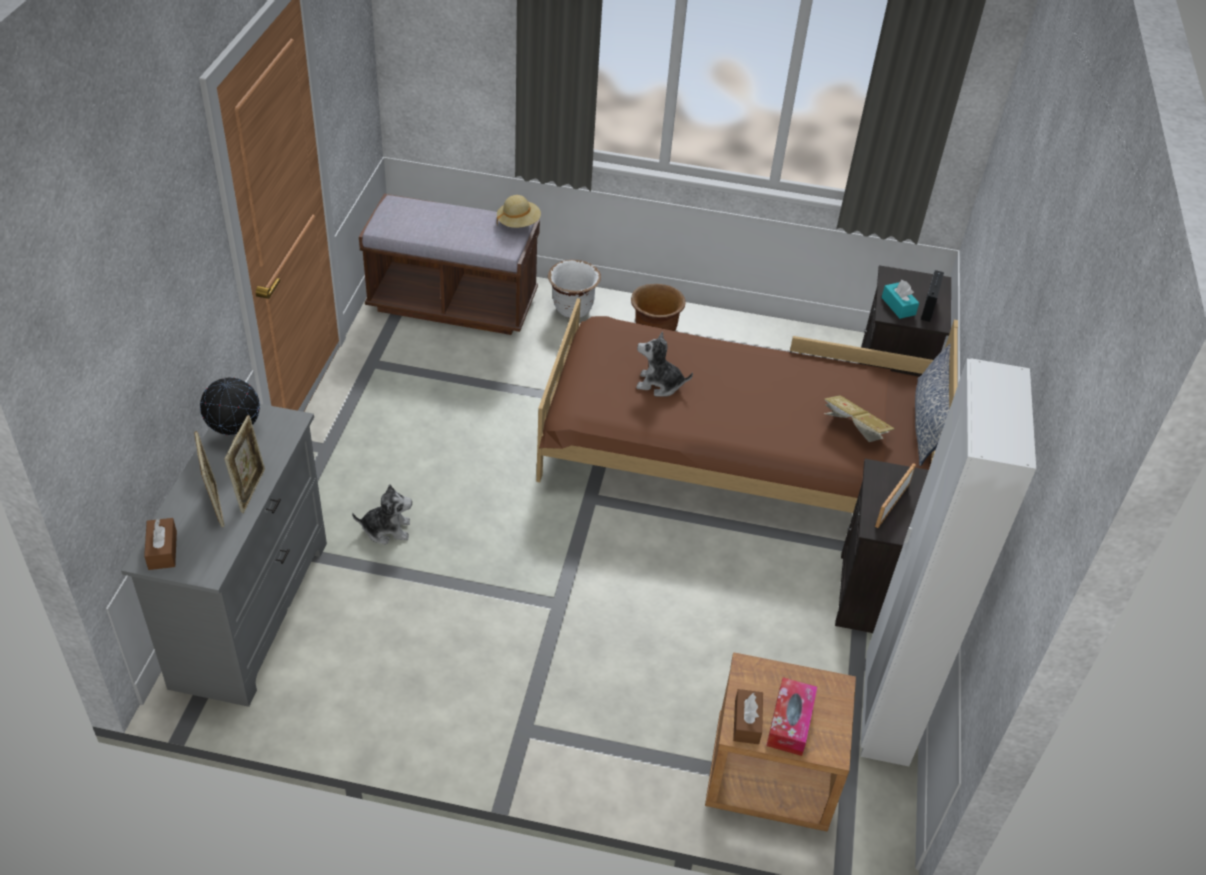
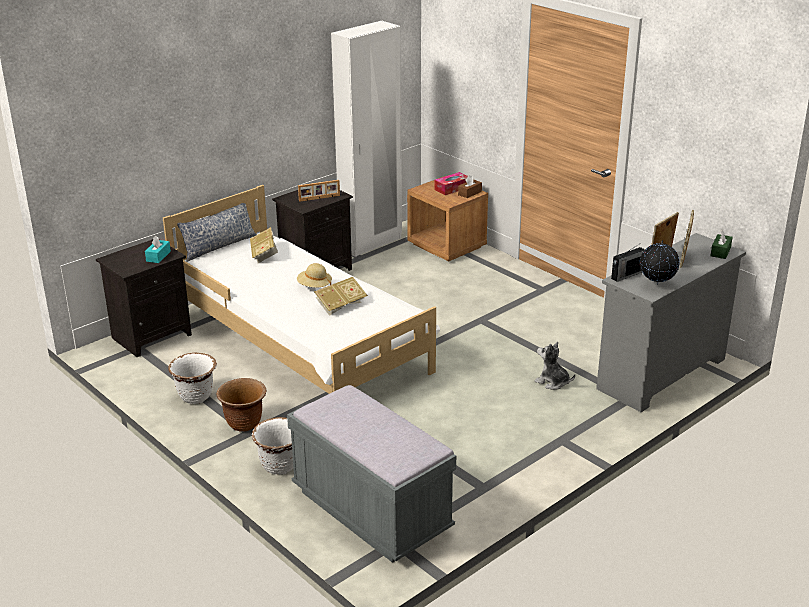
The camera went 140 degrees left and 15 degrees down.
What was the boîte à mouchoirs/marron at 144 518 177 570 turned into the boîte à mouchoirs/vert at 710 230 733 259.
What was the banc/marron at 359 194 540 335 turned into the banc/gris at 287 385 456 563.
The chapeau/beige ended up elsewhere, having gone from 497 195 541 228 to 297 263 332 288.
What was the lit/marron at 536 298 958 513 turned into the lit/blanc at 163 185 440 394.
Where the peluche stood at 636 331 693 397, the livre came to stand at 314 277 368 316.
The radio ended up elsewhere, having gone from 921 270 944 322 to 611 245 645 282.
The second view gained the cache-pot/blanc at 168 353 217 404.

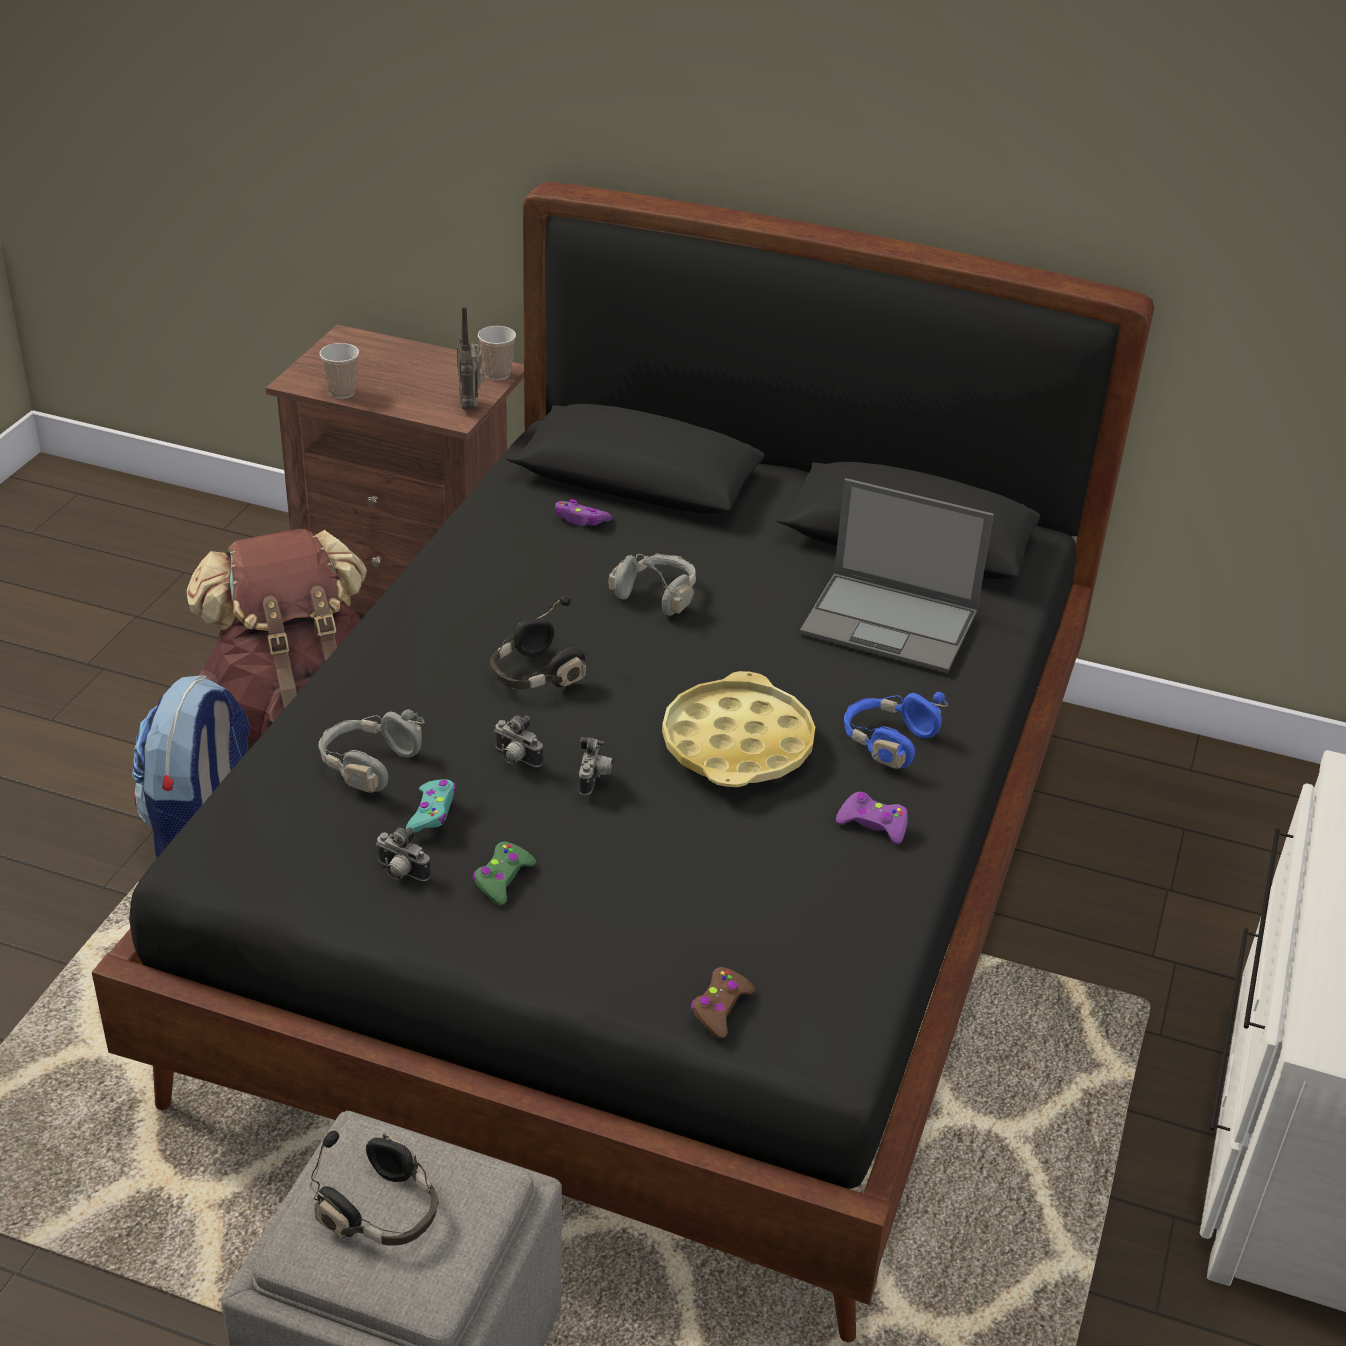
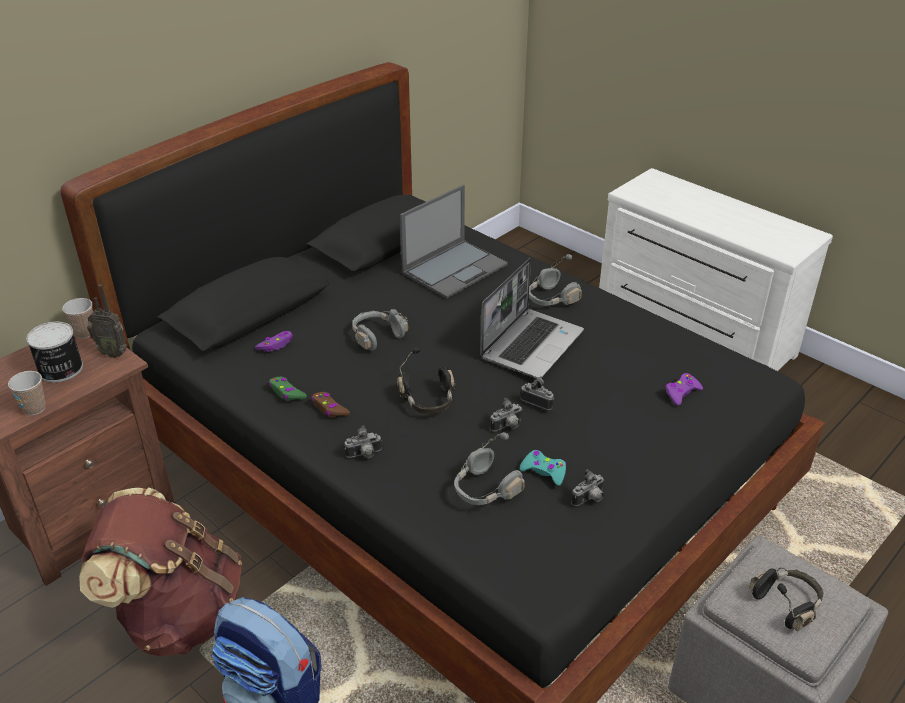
The camera went 65 degrees left and 0 degrees up.
The manette/vert ended up elsewhere, having gone from 473 841 536 905 to 269 377 307 401.
Where the plateau/jaune stood at 662 671 815 787, the ordinateur portable came to stand at 480 258 584 378.
The manette/marron ended up elsewhere, having gone from 691 967 755 1039 to 312 392 350 417.
The manette/violet ended up elsewhere, having gone from 836 792 908 844 to 665 373 703 406.
What was the casque audio/bleu at 844 692 948 769 turned into the casque audio/gris at 529 254 582 306.
The second view gained the boîte métallique at 26 322 83 383.
The second view gained the appareil photo at 344 425 382 458.

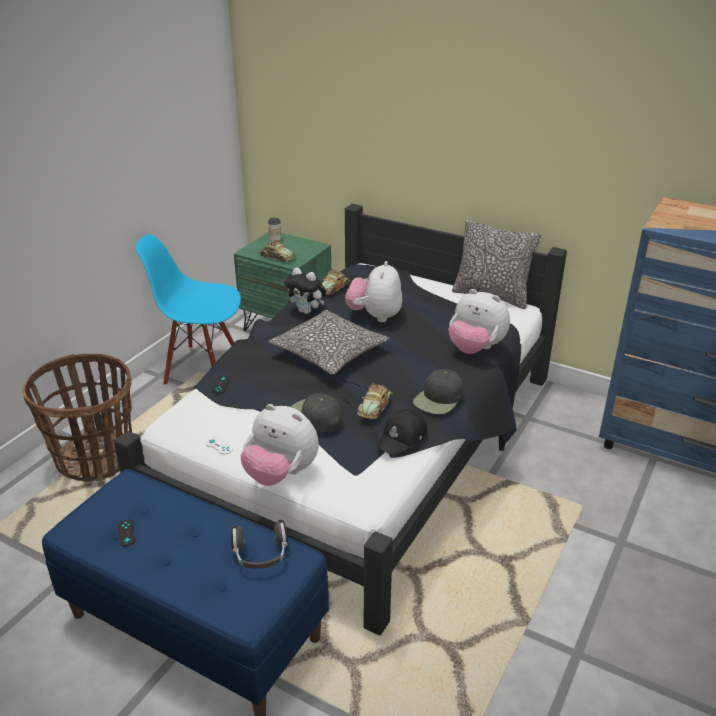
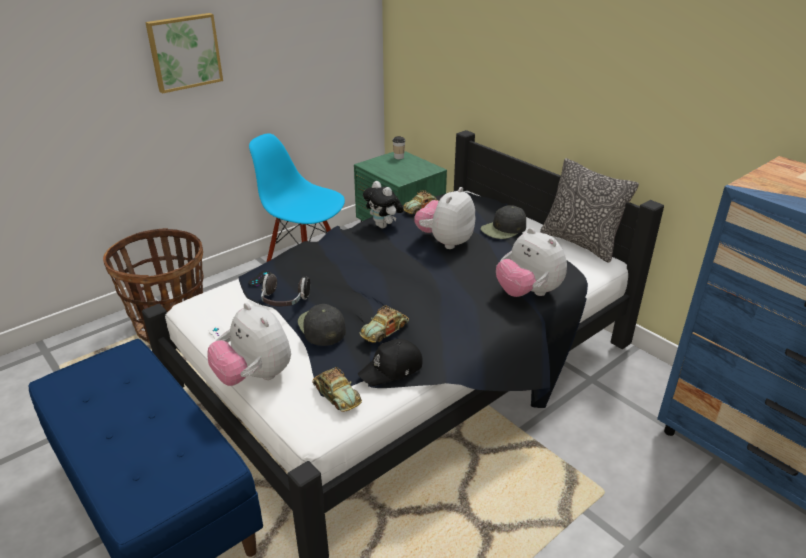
The camera went 20 degrees right and 0 degrees up.
The second view lost the manette/noir at 118 520 135 547.
The casque audio ended up elsewhere, having gone from 231 519 288 569 to 261 273 310 306.
The petite voiture ended up elsewhere, having gone from 259 240 296 262 to 312 367 362 412.
The second view lost the coussin at 268 310 389 375.
The casquette/noir ended up elsewhere, having gone from 413 369 463 414 to 481 205 526 239.
The second view gained the tableau at 145 13 223 93.

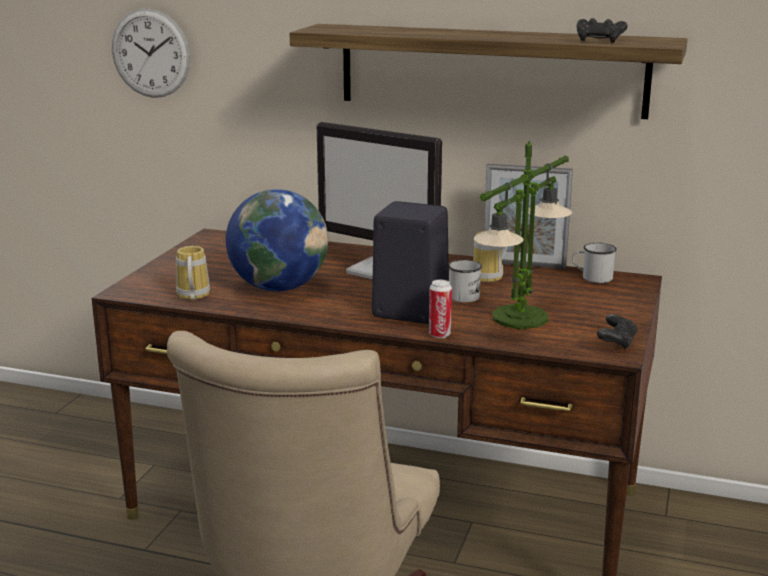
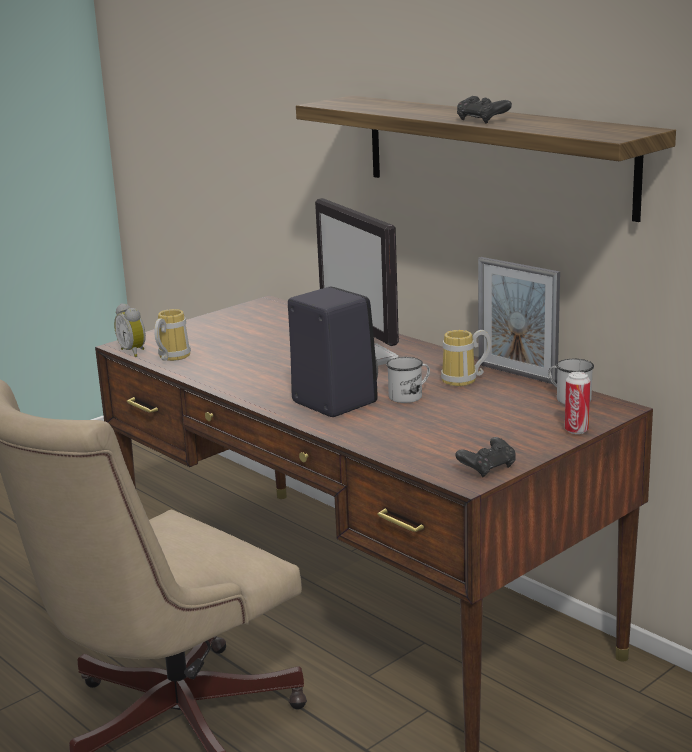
The camera went 30 degrees right and 0 degrees up.
The second view lost the horloge murale at 112 8 190 98.
The second view lost the globe at 226 189 328 291.
The boîte métallique ended up elsewhere, having gone from 429 280 452 338 to 565 372 590 434.
The second view lost the lampe de table at 474 141 572 329.
The manette/noir ended up elsewhere, having gone from 577 18 627 43 to 457 96 512 124.
The second view gained the réveil at 114 303 146 357.

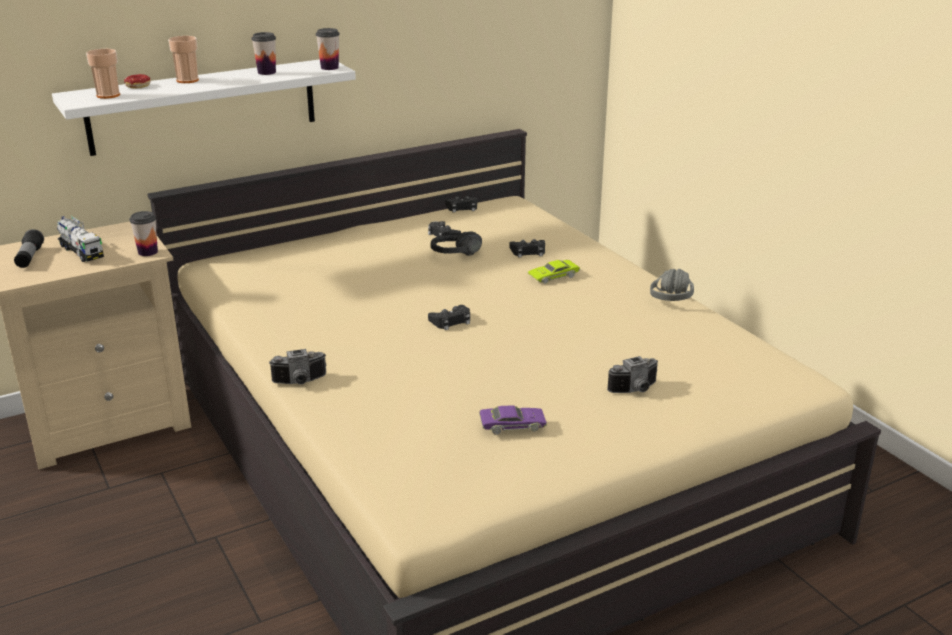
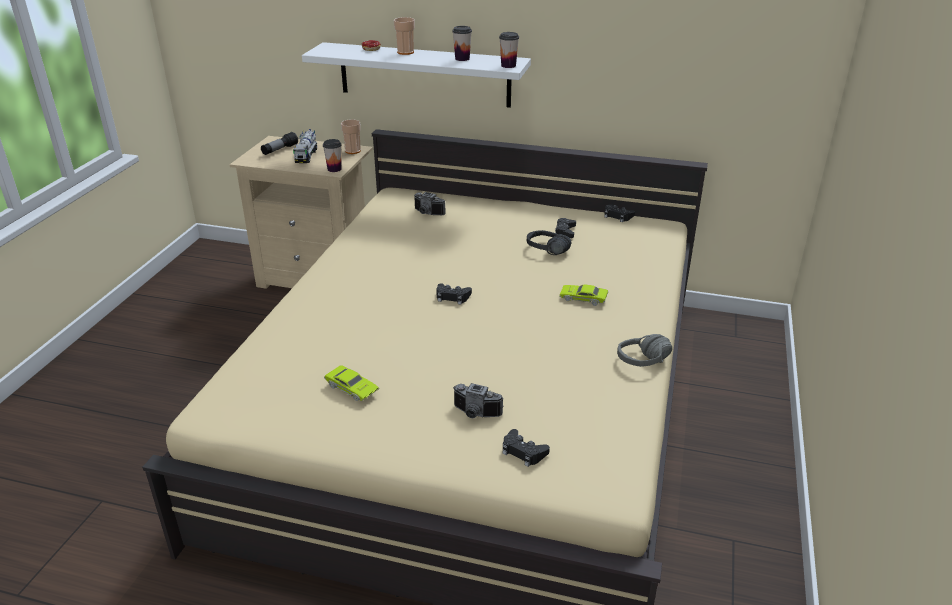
The camera went 45 degrees right and 5 degrees up.
The tasse ended up elsewhere, having gone from 86 49 120 99 to 341 119 361 154.
The appareil photo ended up elsewhere, having gone from 269 349 326 385 to 414 192 446 215.
What was the petite voiture/violet at 479 405 547 435 turned into the petite voiture/vert at 324 365 379 401.
The manette/noir ended up elsewhere, having gone from 510 239 545 257 to 502 429 550 467.

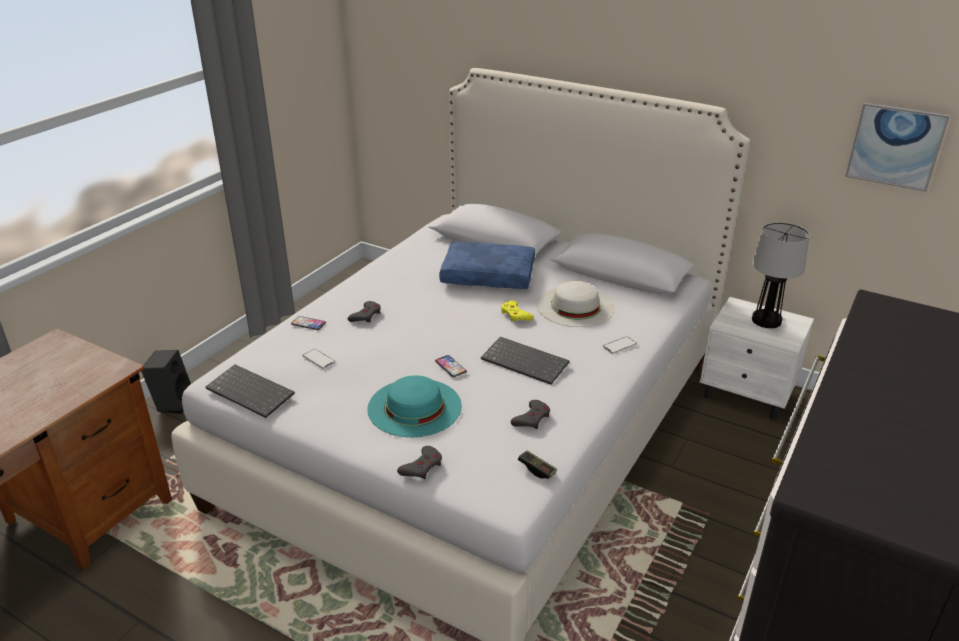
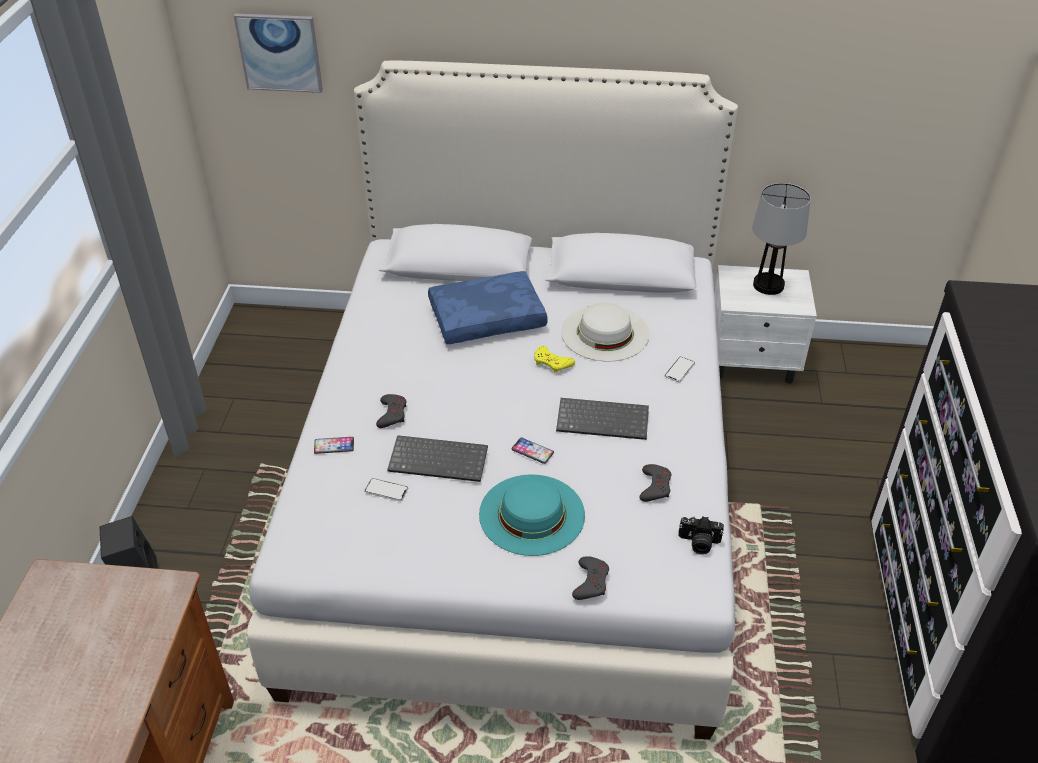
The camera went 25 degrees left and 10 degrees up.
The clavier ended up elsewhere, having gone from 206 364 295 418 to 387 435 488 482.
Where the manette stood at 518 450 557 479, the appareil photo came to stand at 679 516 724 555.
The tableau ended up elsewhere, having gone from 845 103 950 192 to 234 14 323 93.

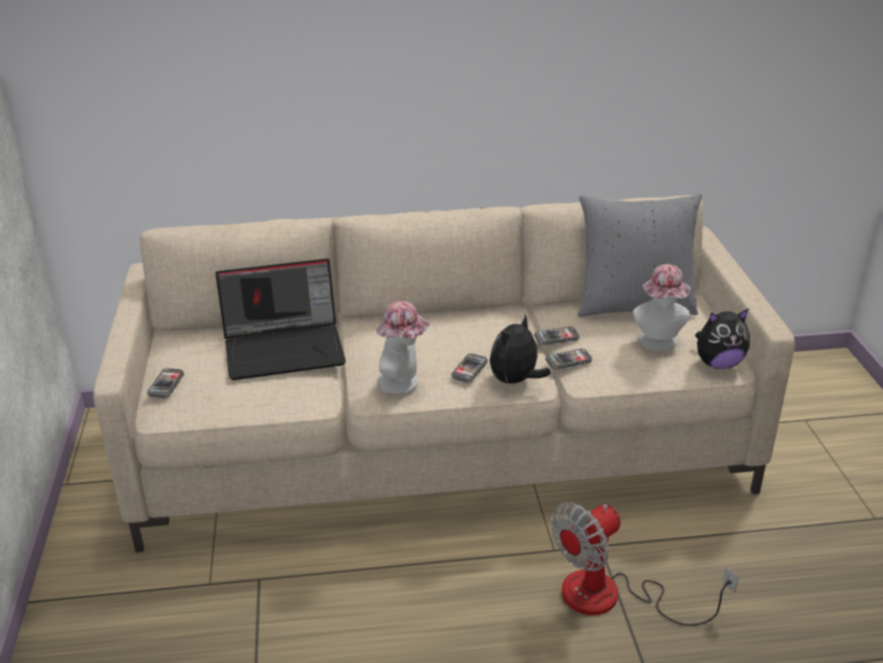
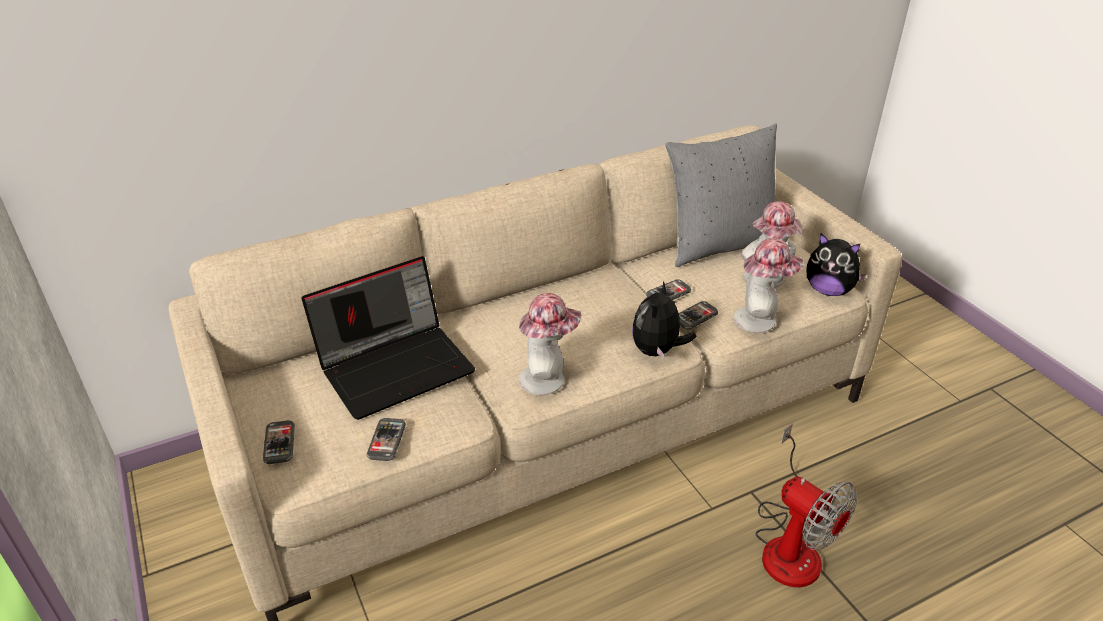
The camera went 20 degrees left and 5 degrees up.
The téléphone ended up elsewhere, having gone from 451 353 488 382 to 367 418 406 461.
The ventilateur at 551 503 739 626 ended up facing another way, 75 degrees counterclockwise from before.
The peluche at 695 308 750 369 ended up facing another way, 60 degrees clockwise from before.
The second view gained the chapeau at 733 238 804 333.

